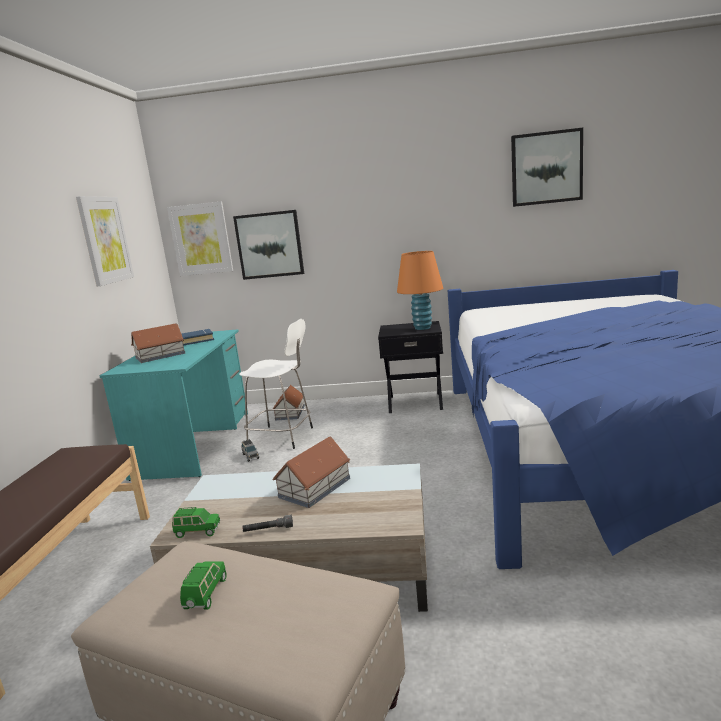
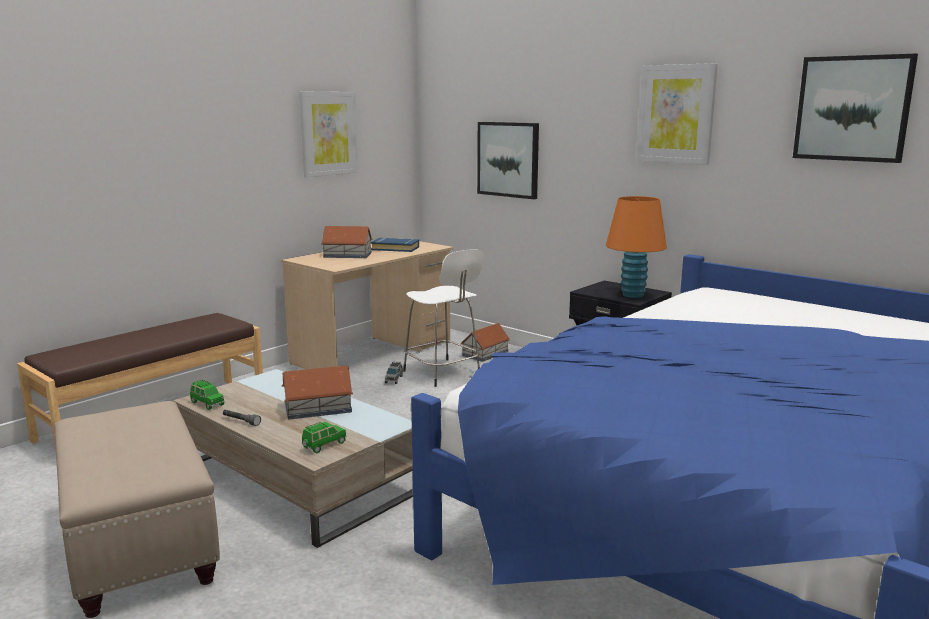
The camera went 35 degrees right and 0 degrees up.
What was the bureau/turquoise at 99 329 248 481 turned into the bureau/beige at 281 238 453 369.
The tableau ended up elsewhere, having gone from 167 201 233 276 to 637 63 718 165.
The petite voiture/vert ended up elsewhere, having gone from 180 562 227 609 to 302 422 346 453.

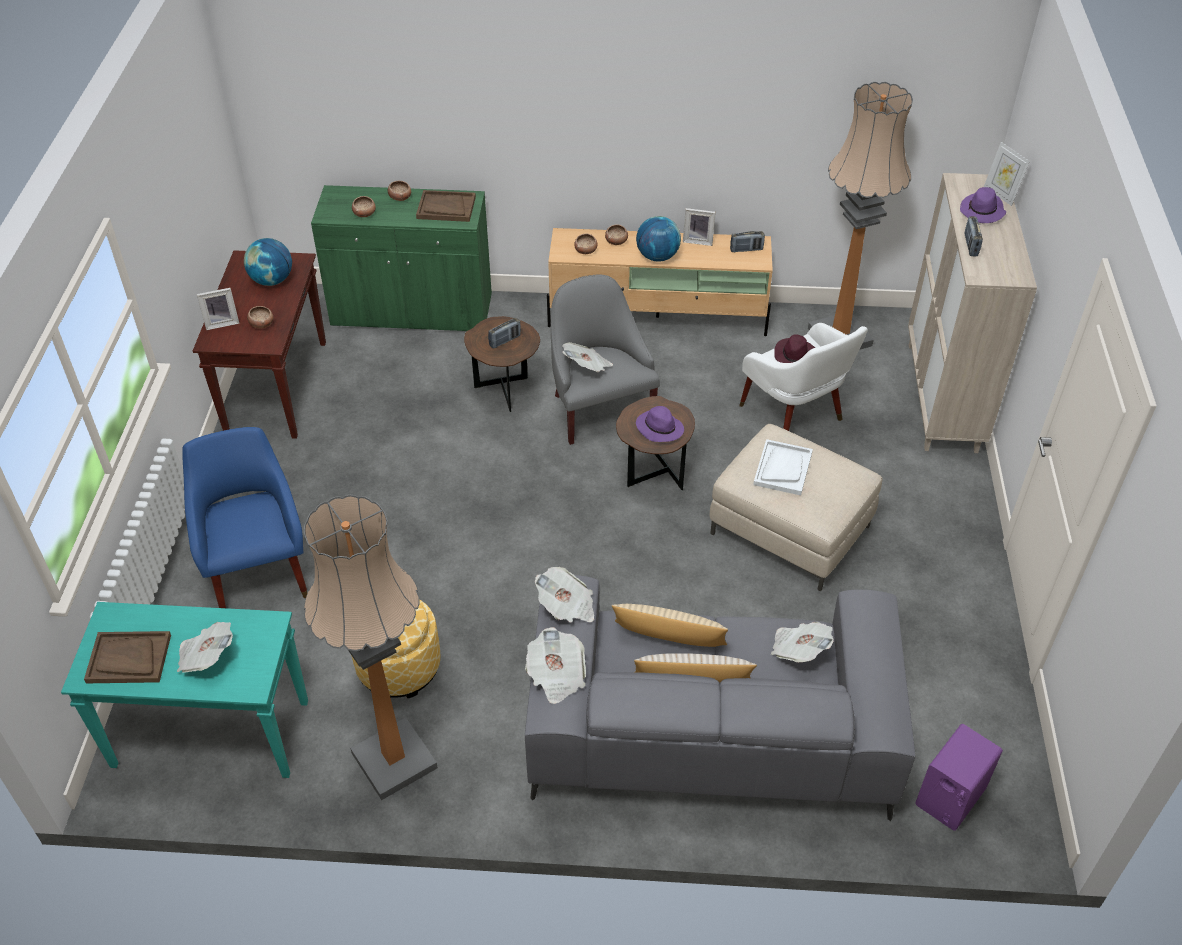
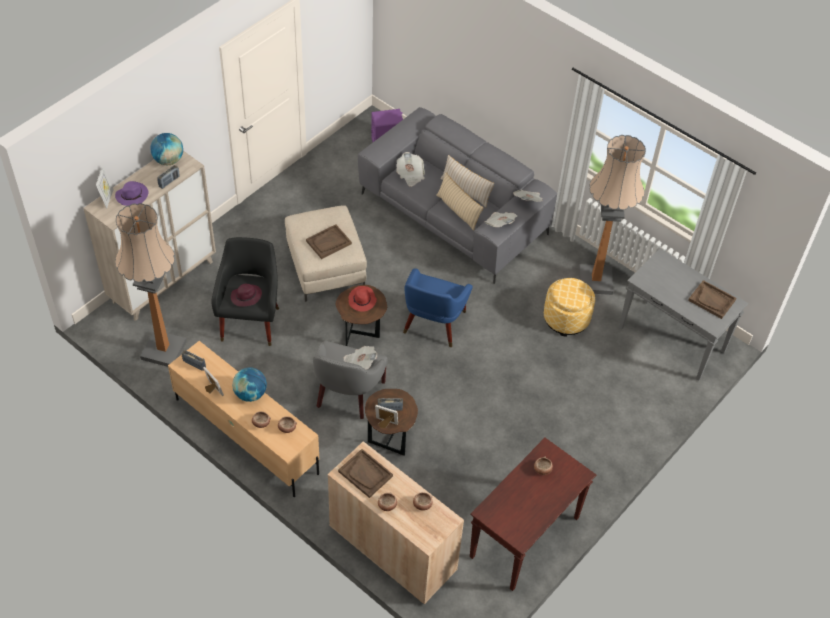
The camera went 145 degrees left and 5 degrees up.
What was the table console/turquoise at 61 602 308 778 turned into the table console/gris at 619 249 748 381.
The second view lost the journal at 177 622 233 673.
The fauteuil/bleu ended up elsewhere, having gone from 182 427 307 608 to 403 269 473 347.
The cadre photo ended up elsewhere, having gone from 197 288 239 330 to 375 405 398 428.
The globe ended up elsewhere, having gone from 244 238 292 286 to 150 133 183 165.
What was the meuble de rangement/vert at 311 185 492 331 turned into the meuble de rangement/beige at 328 441 464 604.
What was the chapeau/violet at 636 406 684 442 turned into the chapeau/rouge at 348 286 377 312.
What was the fauteuil/blanc at 739 323 868 431 turned into the fauteuil/noir at 212 237 279 346.
What was the plateau/blanc at 753 439 813 495 turned into the plateau/marron at 306 224 352 259.

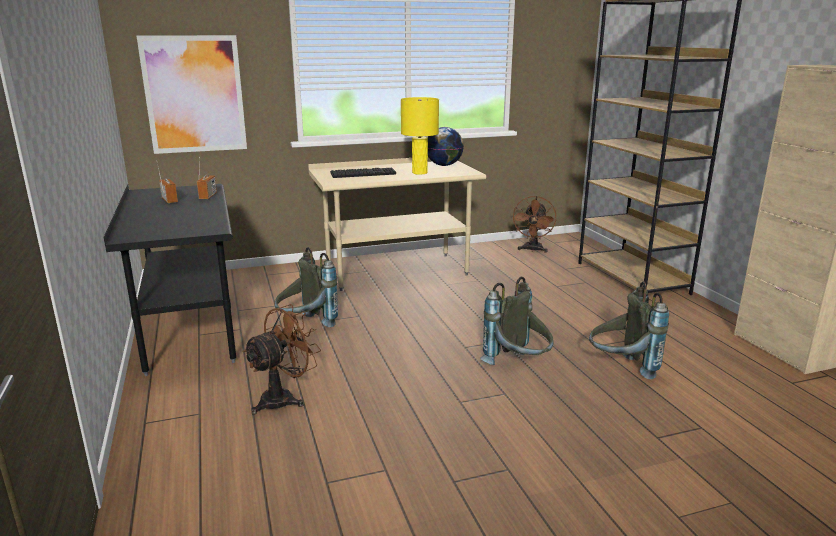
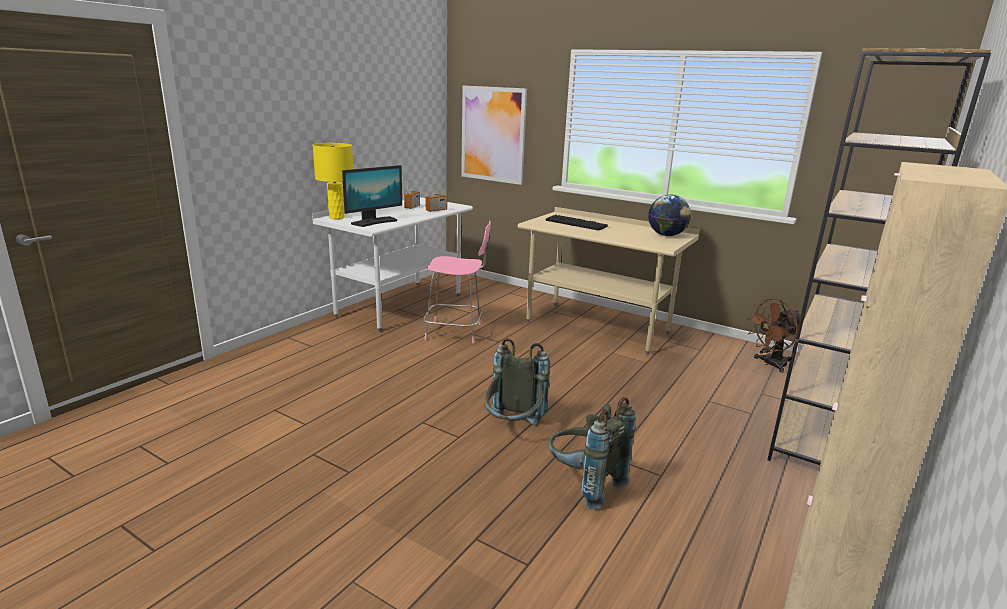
The camera went 50 degrees right and 0 degrees up.
What was the bureau/noir at 104 184 236 376 turned into the bureau/blanc at 312 195 473 332.
The second view lost the ventilateur/marron at 243 304 321 415.
Where the sac à dos/gris stood at 275 247 338 327, the chaise/rose came to stand at 423 221 491 344.
The lampe de table/jaune ended up elsewhere, having gone from 401 97 439 175 to 313 143 353 219.
The second view gained the écran d'ordinateur at 342 165 402 227.

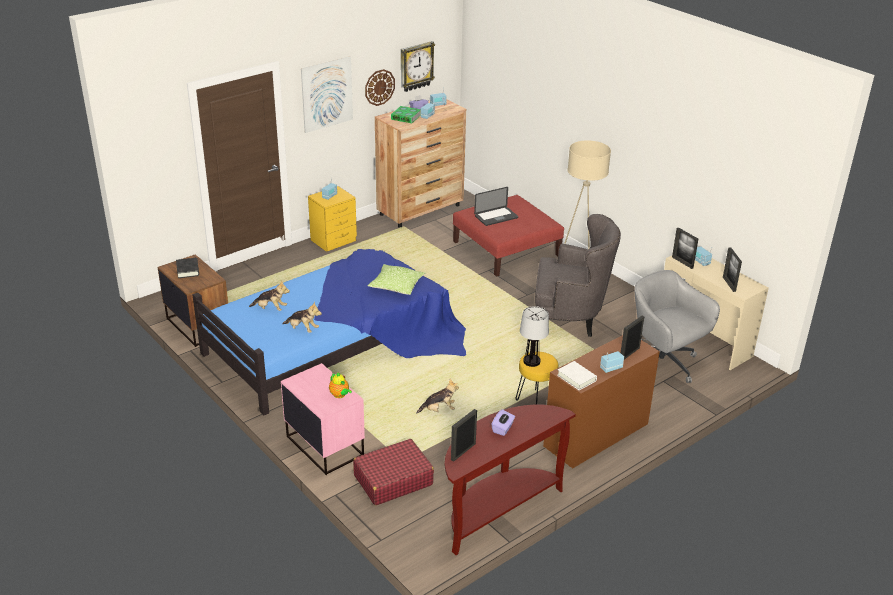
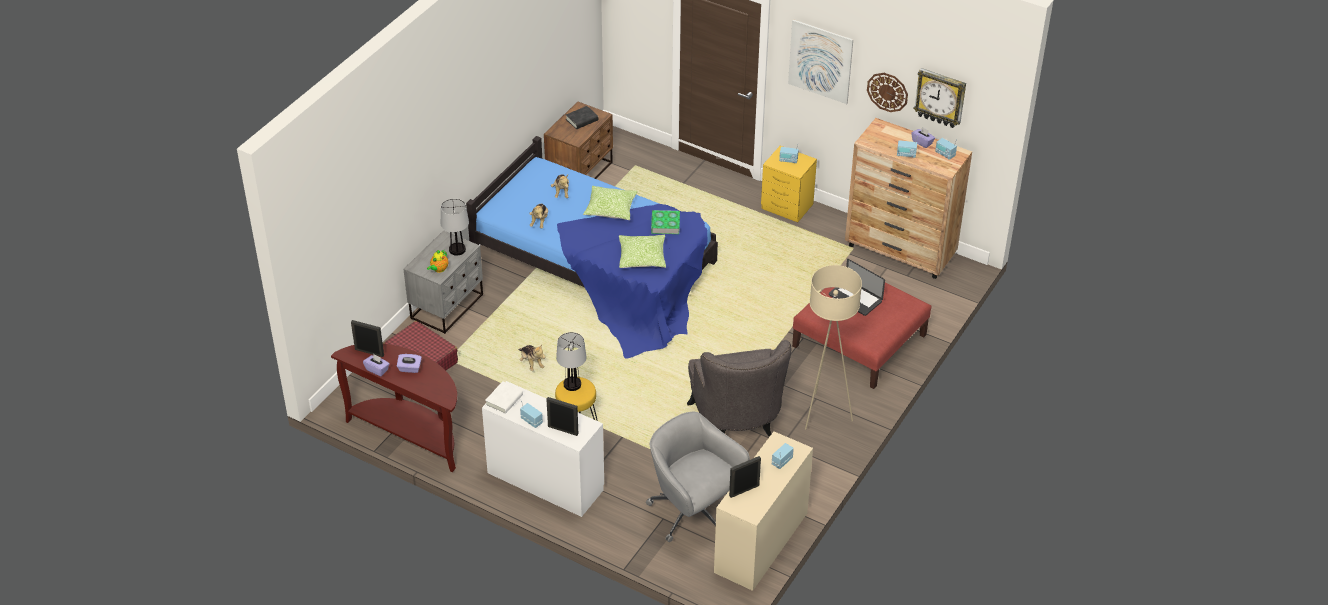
The camera went 70 degrees right and 10 degrees up.
What was the table de chevet/rose at 281 363 365 475 turned into the table de chevet/gris at 404 230 483 334.
The livre ended up elsewhere, having gone from 391 106 421 123 to 651 210 680 234.
What was the bureau/marron at 543 335 660 469 turned into the bureau/blanc at 482 381 604 517.
The chaise de bureau/gris at 635 270 720 383 ended up facing another way, 75 degrees counterclockwise from before.
The second view lost the cadre photo at 672 228 698 269.
The second view gained the boîte à mouchoirs/violet at 363 354 390 376.
The second view gained the lampe de table at 441 199 469 256.
The second view gained the coussin at 583 186 637 220.

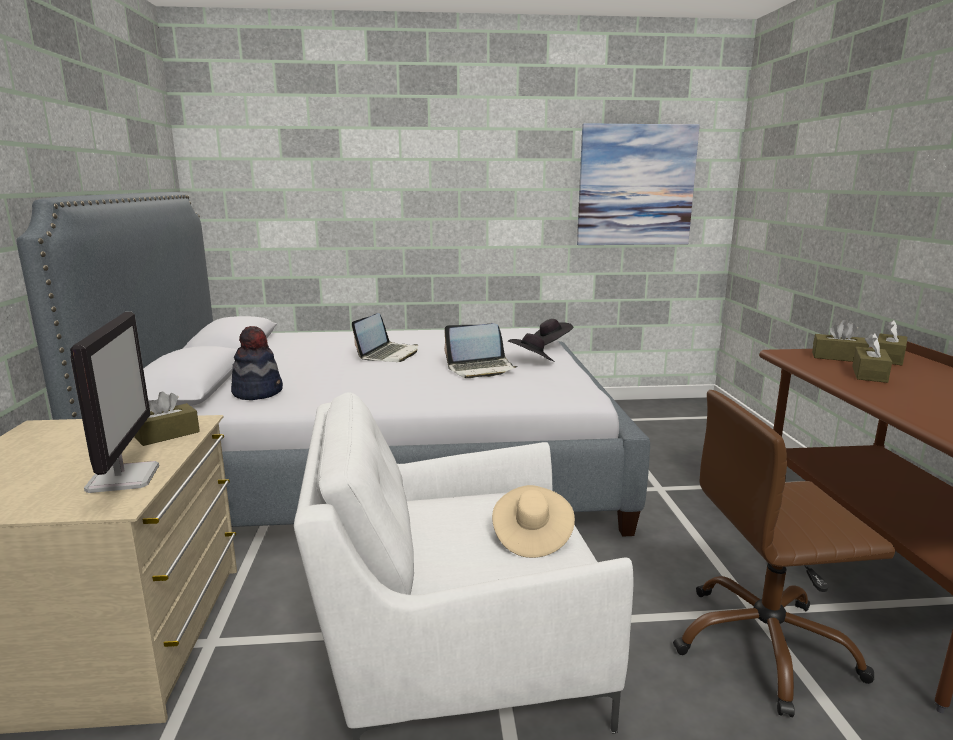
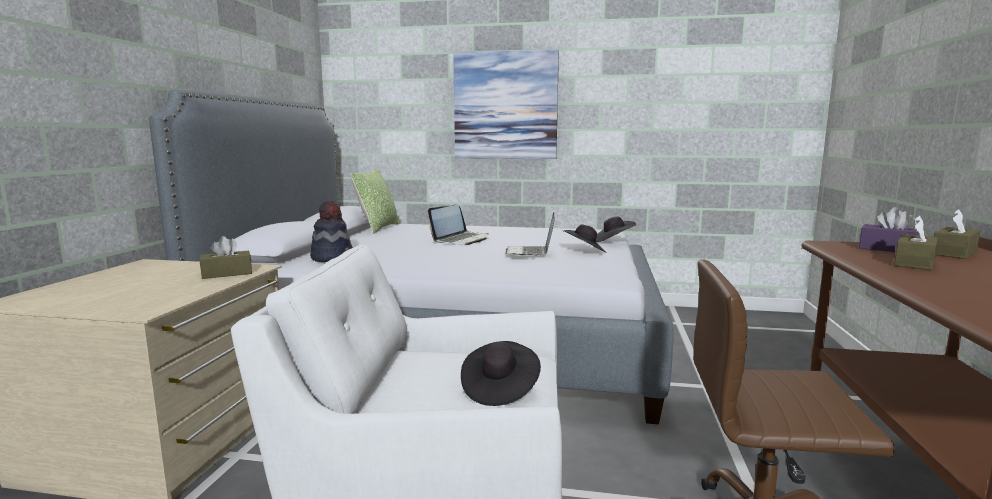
The camera went 15 degrees right and 5 degrees down.
The second view lost the écran d'ordinateur at 70 312 159 493.
The ordinateur portable at 444 324 518 378 ended up facing another way, 90 degrees clockwise from before.
What was the chapeau/beige at 492 485 575 558 turned into the chapeau/noir at 461 341 541 406.
The tableau ended up elsewhere, having gone from 577 123 700 245 to 453 49 559 159.
What was the boîte à mouchoirs/marron at 812 320 869 362 turned into the boîte à mouchoirs/violet at 859 207 924 252.
The second view gained the coussin at 350 169 400 234.

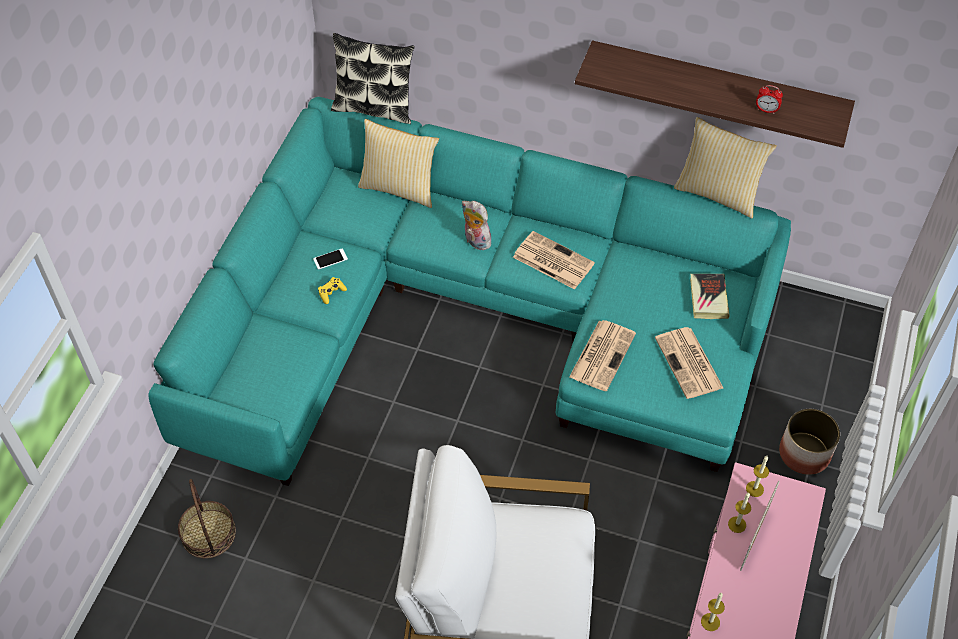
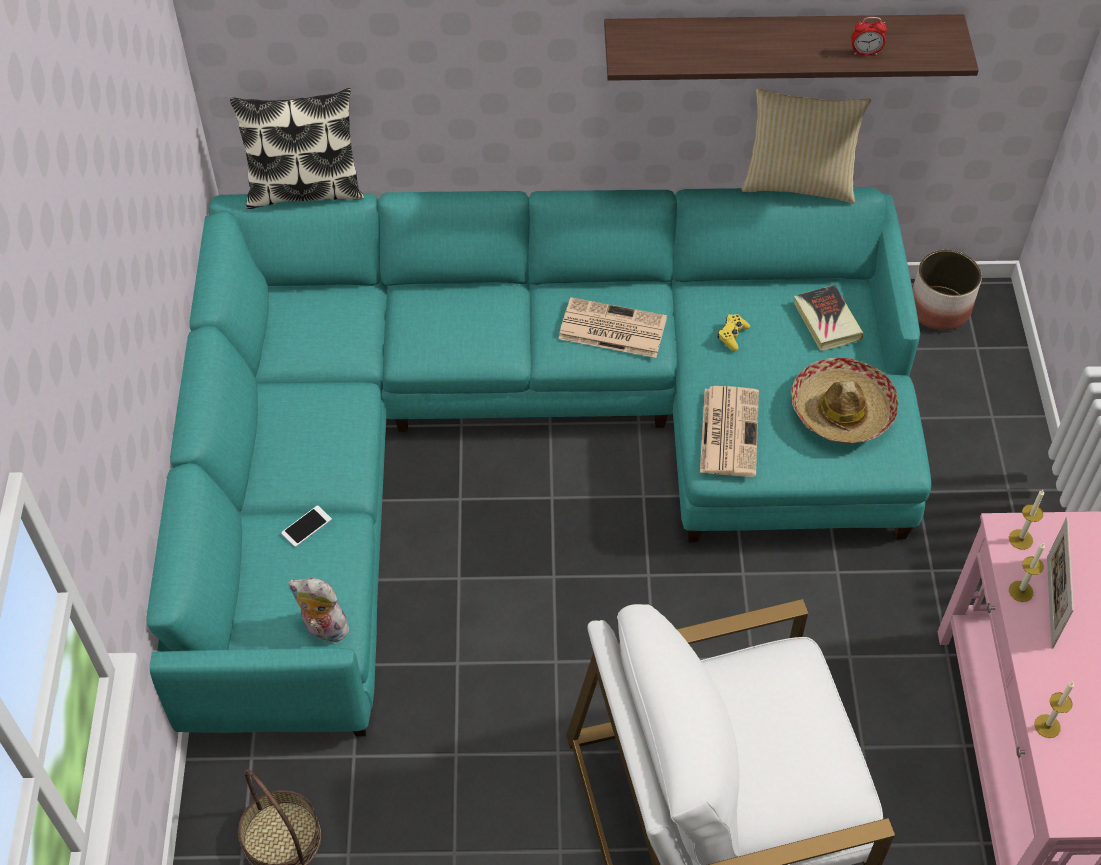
The camera went 20 degrees left and 0 degrees up.
The téléphone ended up elsewhere, having gone from 313 248 348 270 to 281 505 332 547.
The manette/jaune ended up elsewhere, having gone from 318 277 347 304 to 718 314 750 351.
The second view lost the coussin at 358 119 439 208.
The peluche ended up elsewhere, having gone from 462 201 491 250 to 288 578 351 642.
Where the journal stood at 655 327 723 399, the chapeau came to stand at 791 357 898 443.
The cache-pot ended up elsewhere, having gone from 779 409 840 475 to 912 250 982 330.

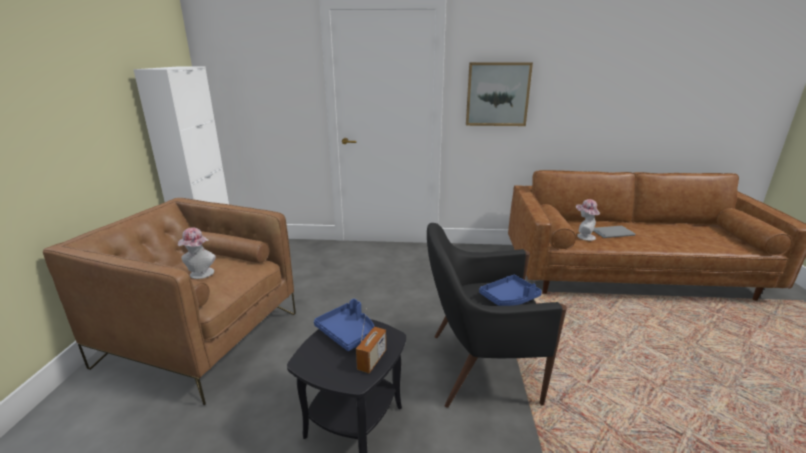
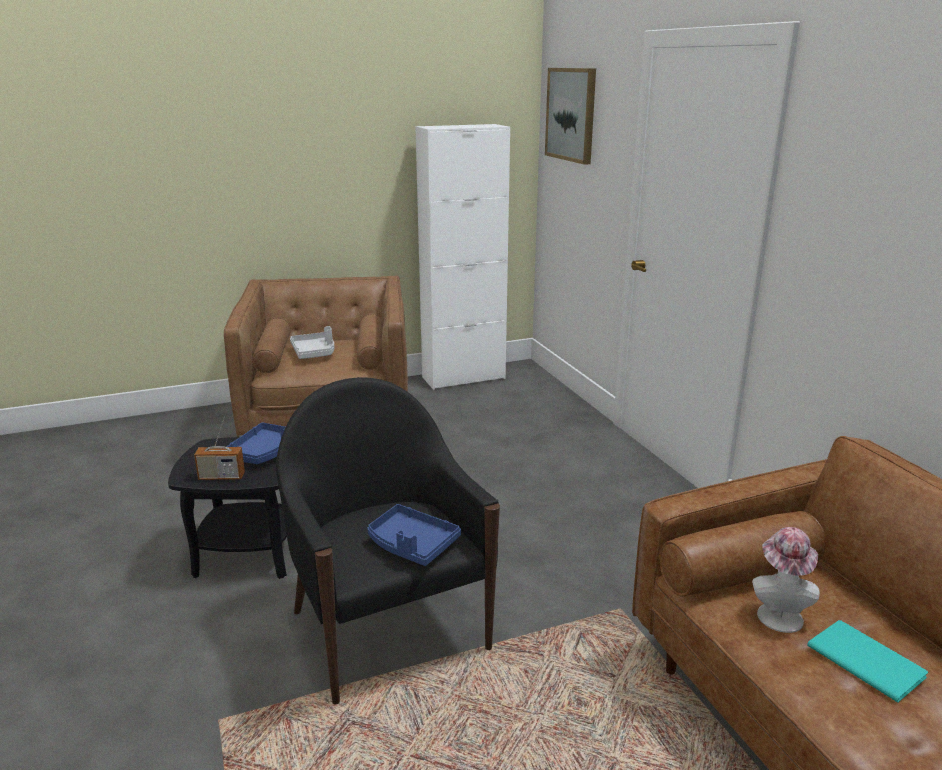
The camera went 65 degrees right and 0 degrees up.
Where the chapeau stood at 178 227 216 279, the plateau/gris came to stand at 290 326 334 359.
The tableau ended up elsewhere, having gone from 466 62 533 126 to 545 68 596 165.
What was the livre/gris at 593 226 635 238 turned into the livre/turquoise at 807 620 928 702.

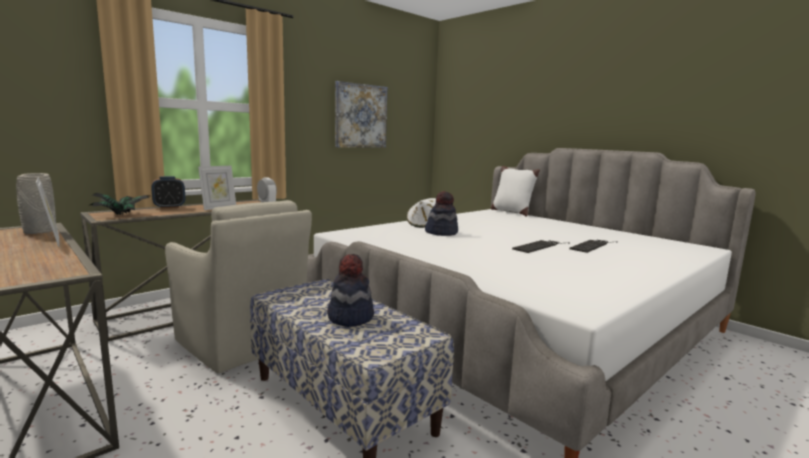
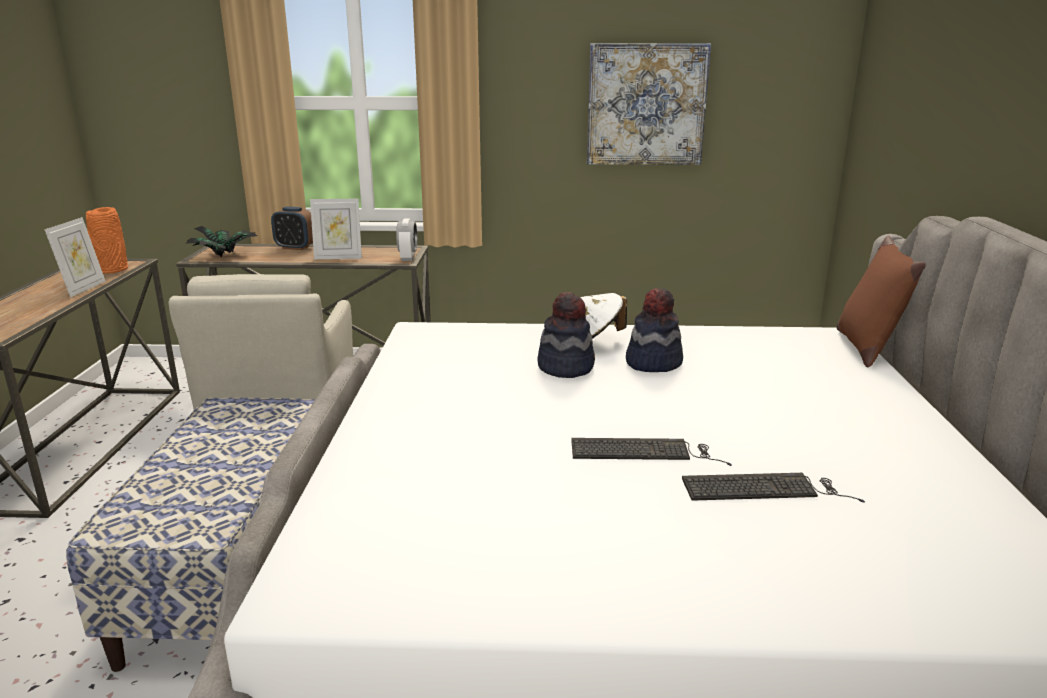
The camera went 45 degrees right and 10 degrees up.
What was the vase/gris at 16 173 56 234 turned into the vase/orange at 86 207 128 274.
The chapeau ended up elsewhere, having gone from 327 254 374 327 to 626 288 683 372.
What was the coussin/blanc at 491 166 540 217 turned into the coussin/marron at 836 236 926 368.

